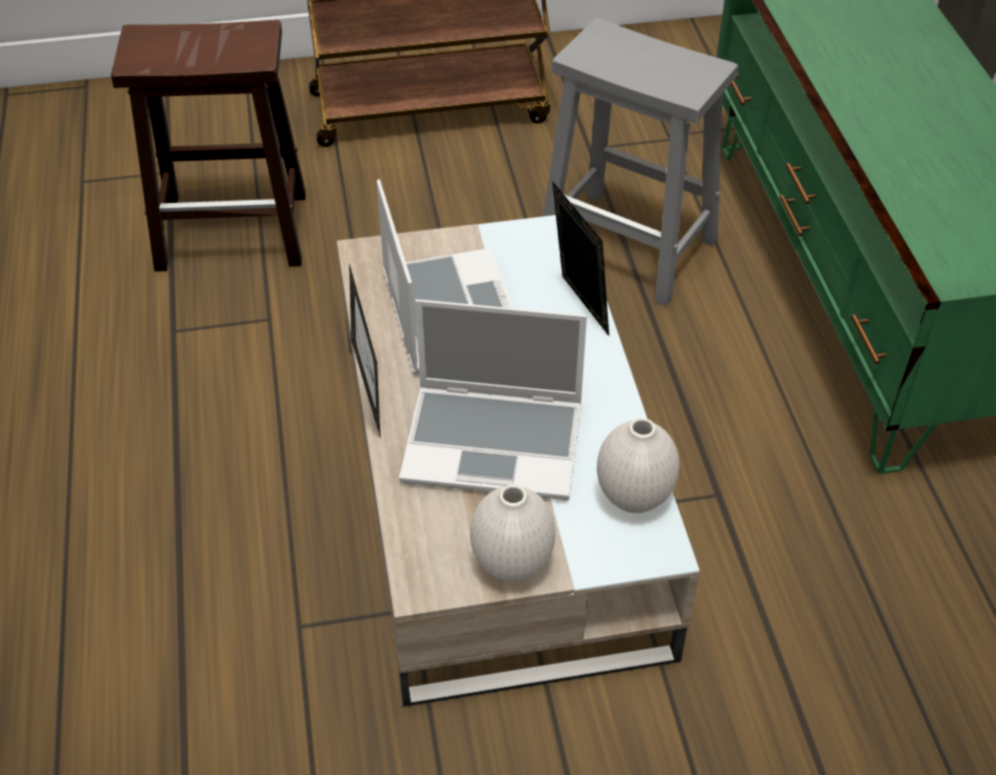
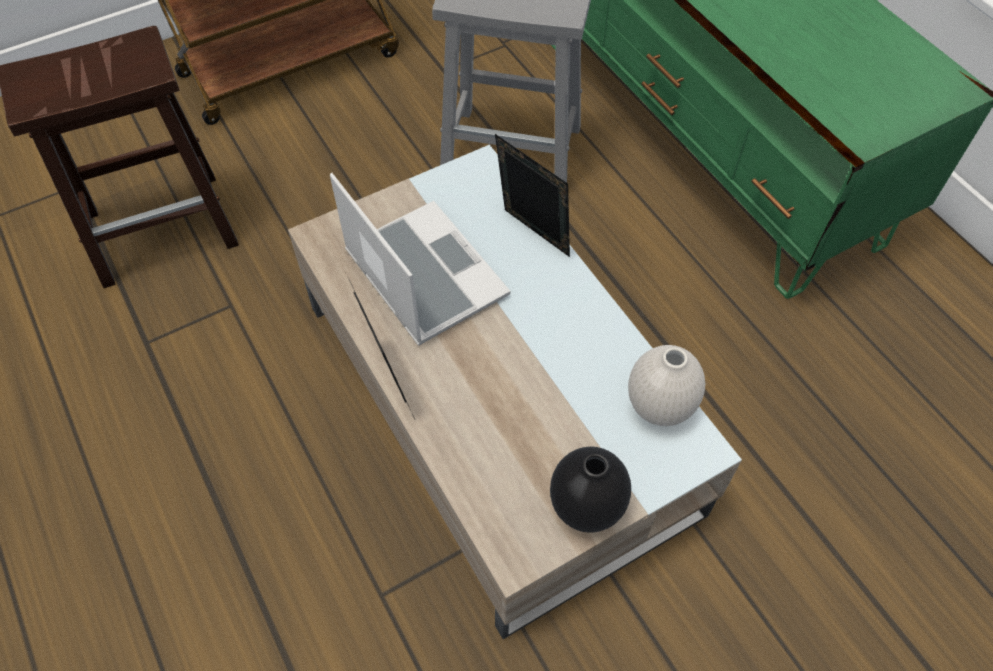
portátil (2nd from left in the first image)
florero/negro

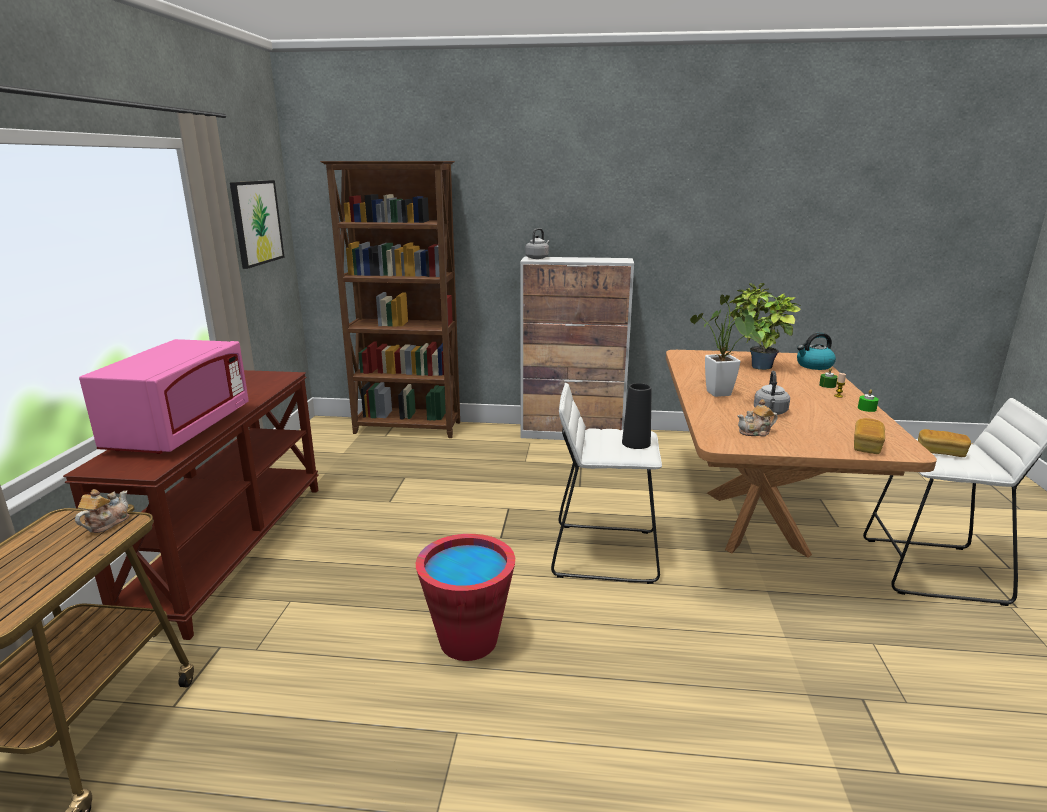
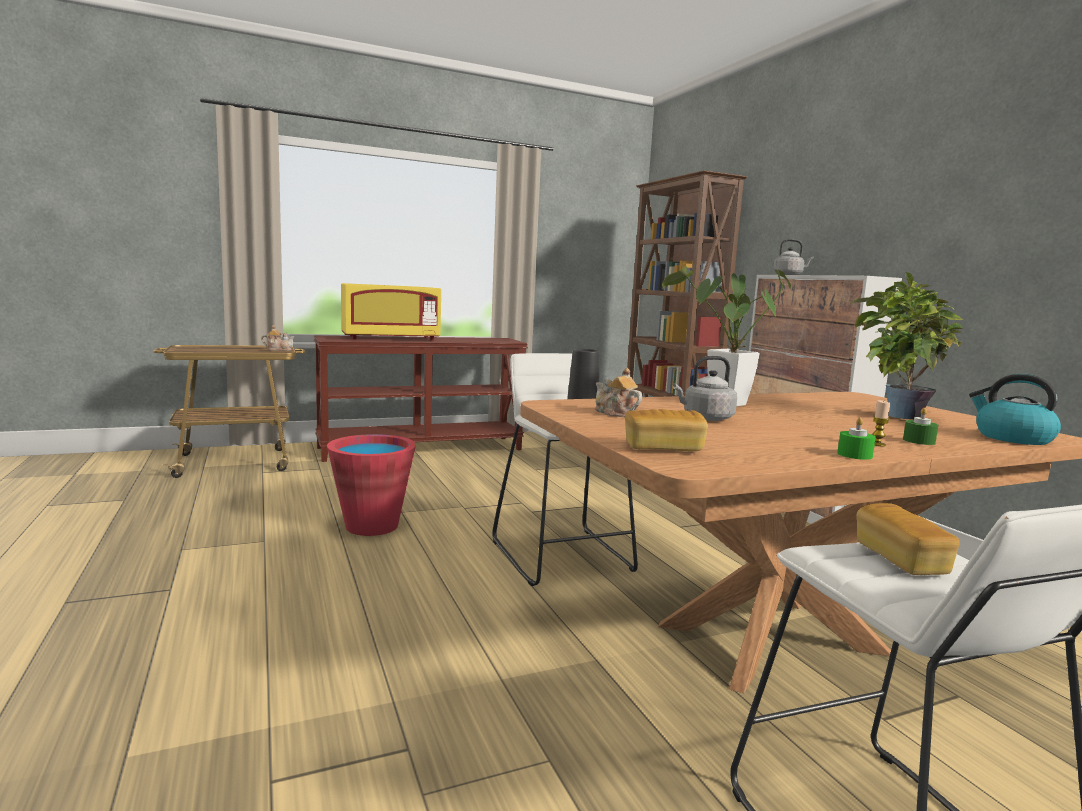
cuadro
microondas/amarillo

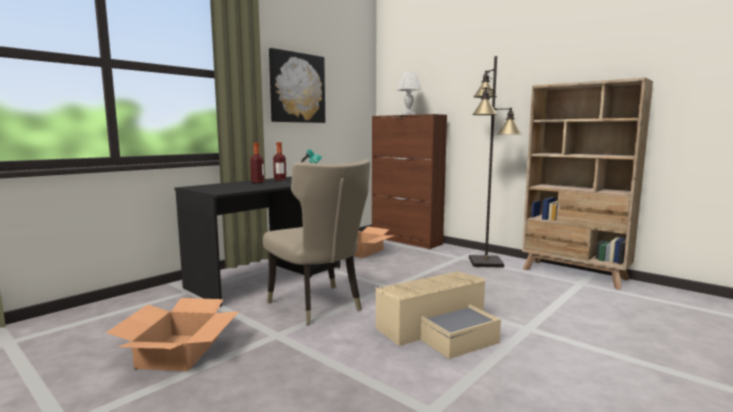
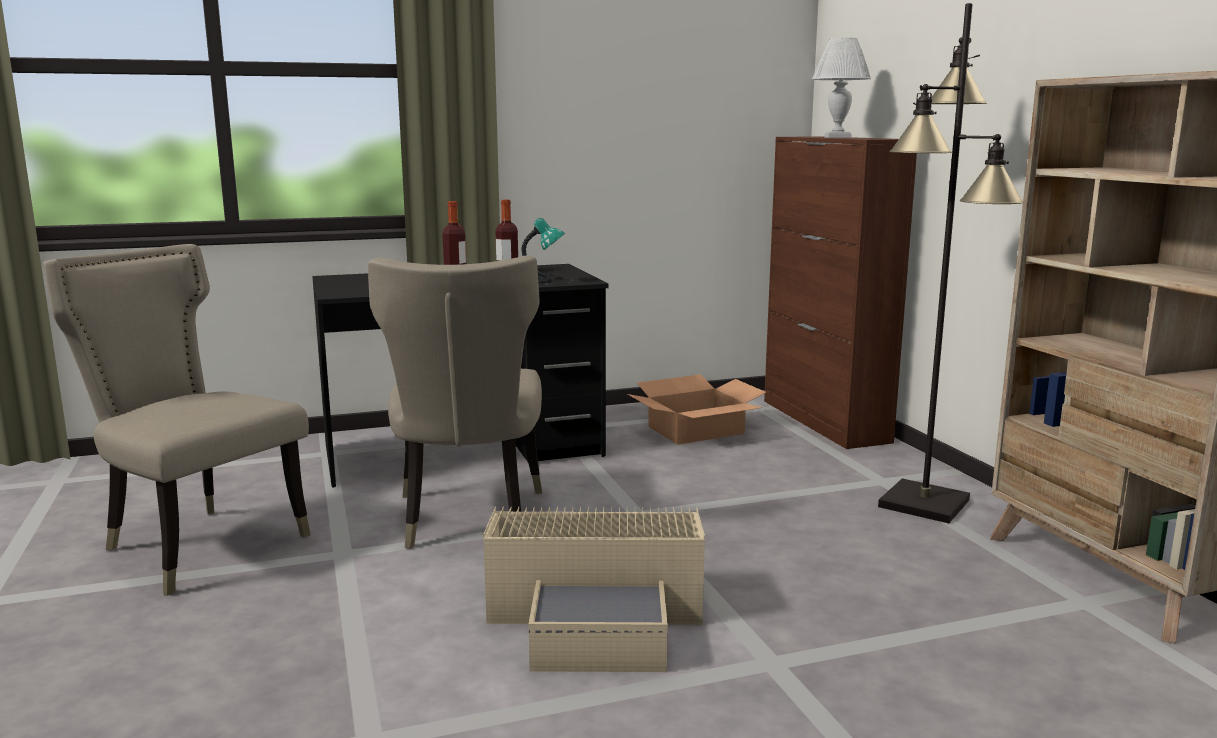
cuadro
silla/beis (1st from left)

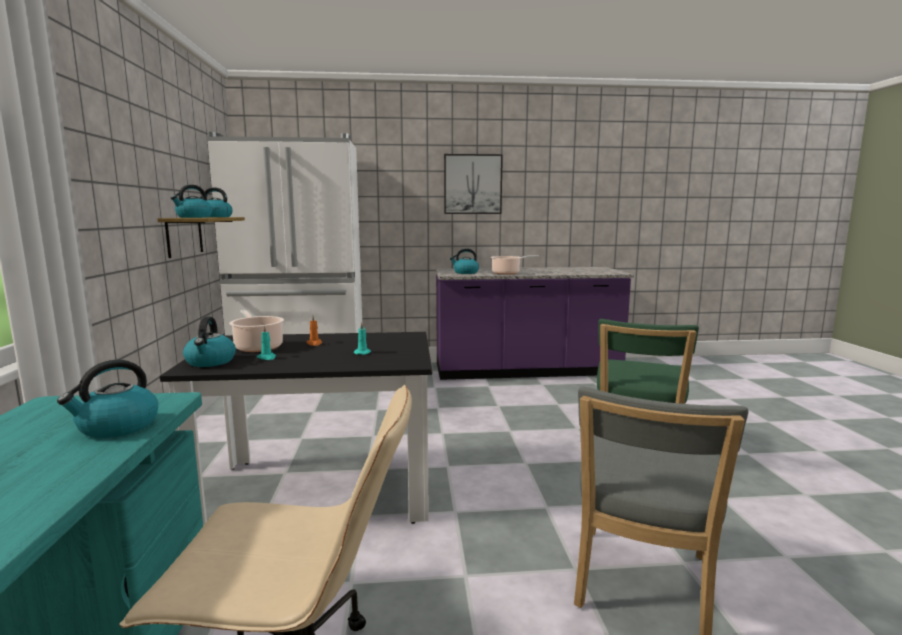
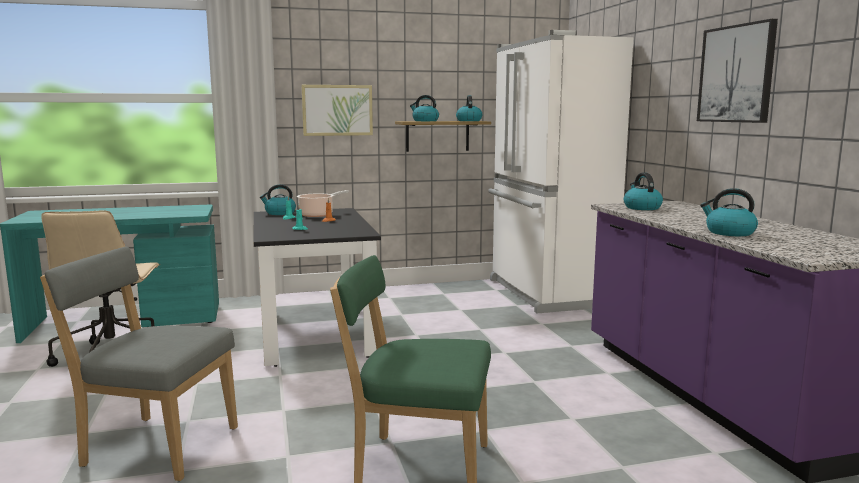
olla (2nd from left in the first image)
hervidor (5th from left)
cuadro (1st from left)

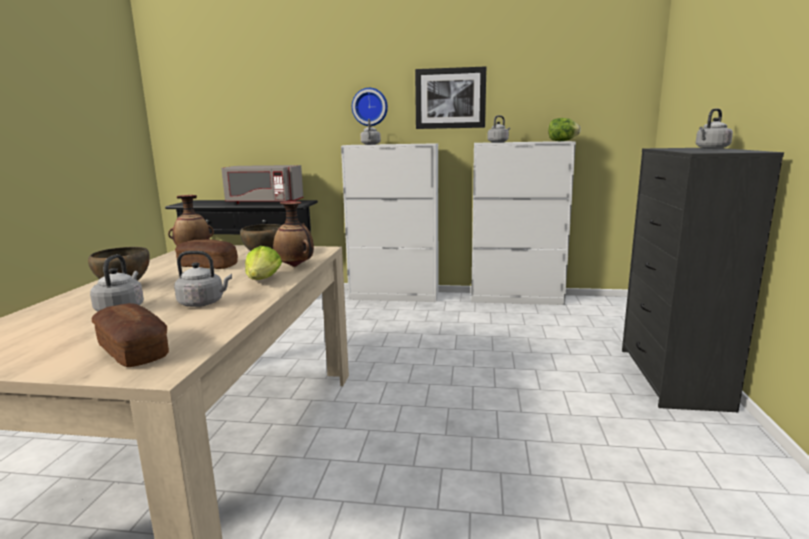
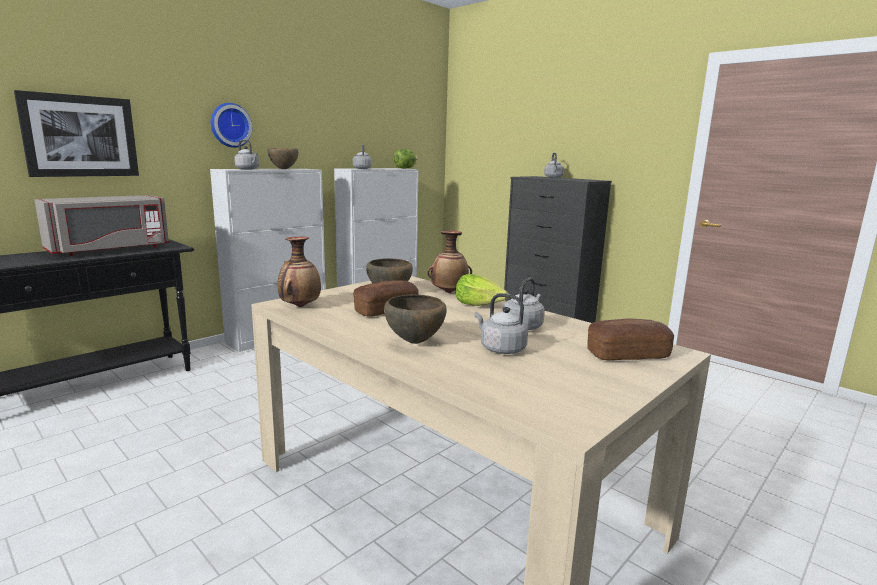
cuadro
cuenco/marrón (1st from left)

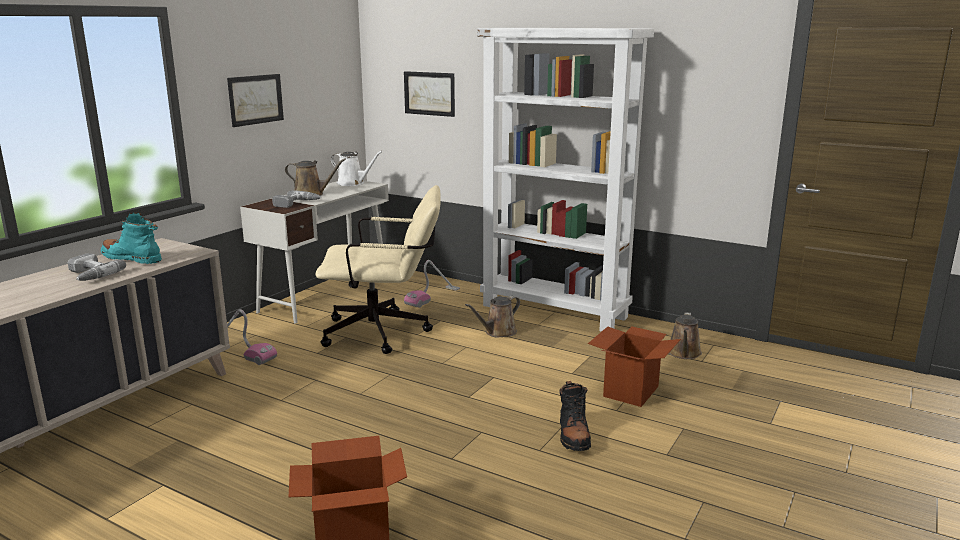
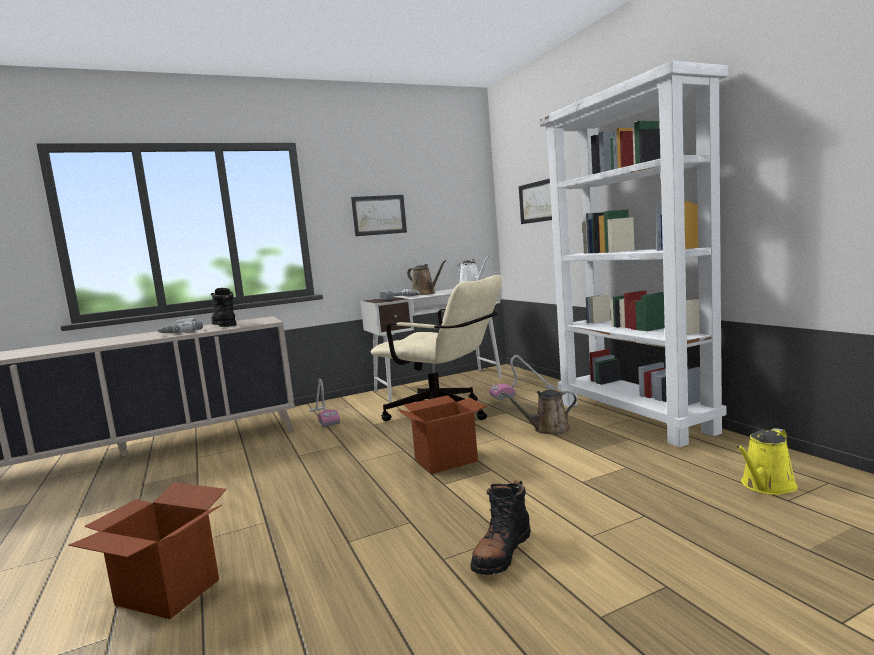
bota/negro (1st from left)
regadera/amarillo
caja de cartón (2nd from left)

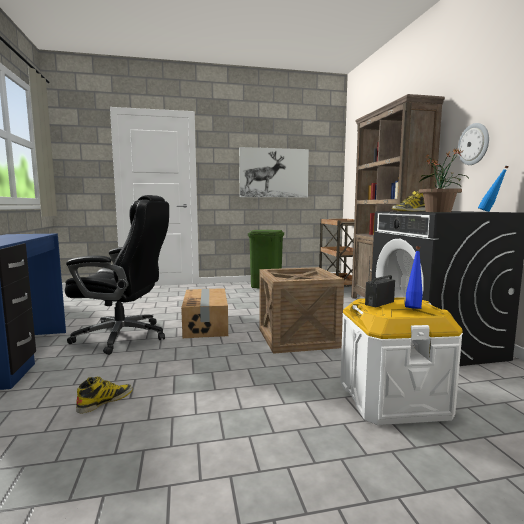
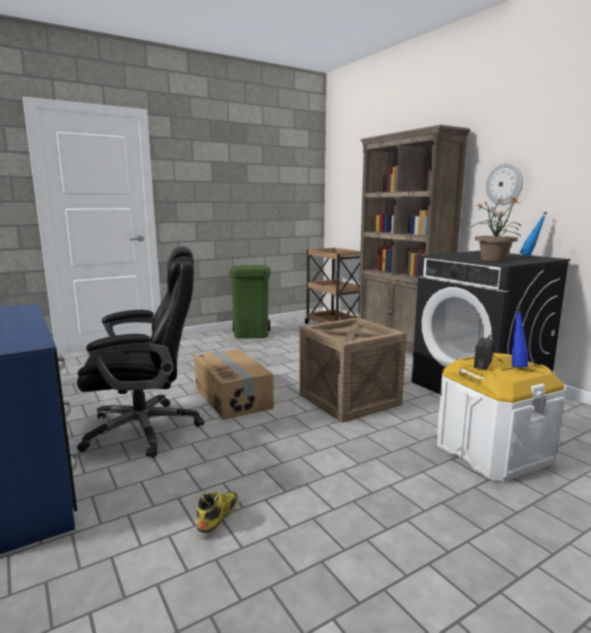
cuadro
bota (2nd from left in the first image)

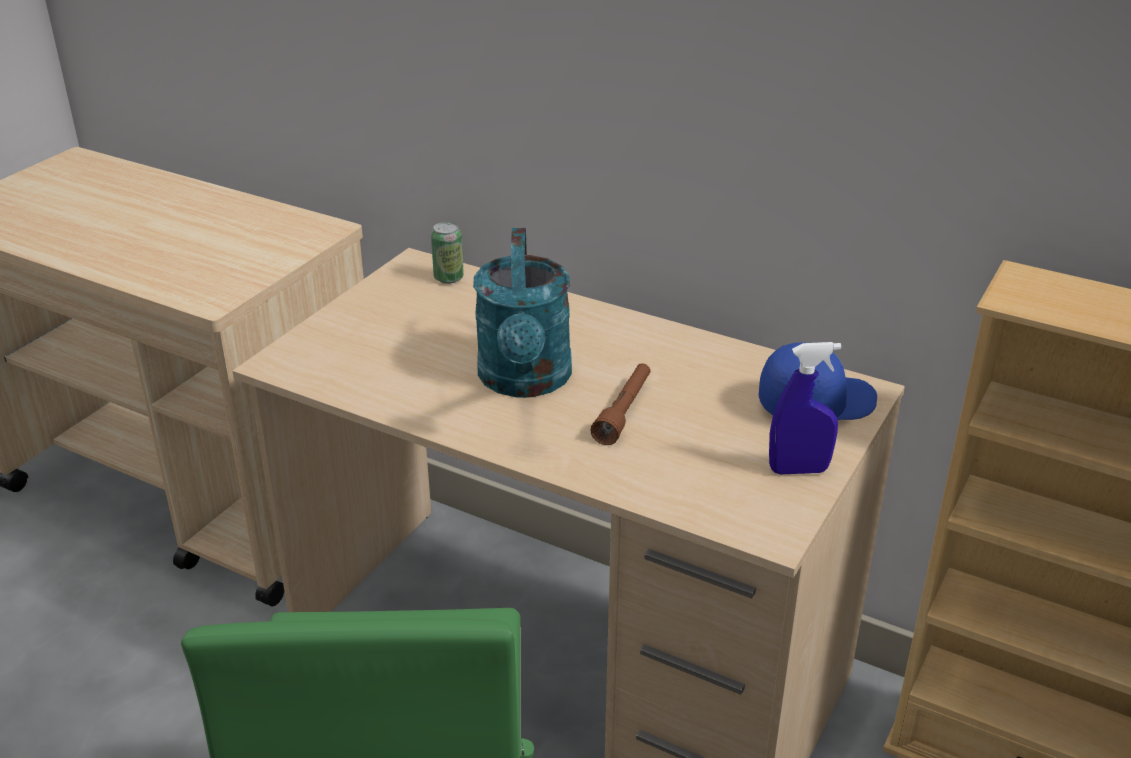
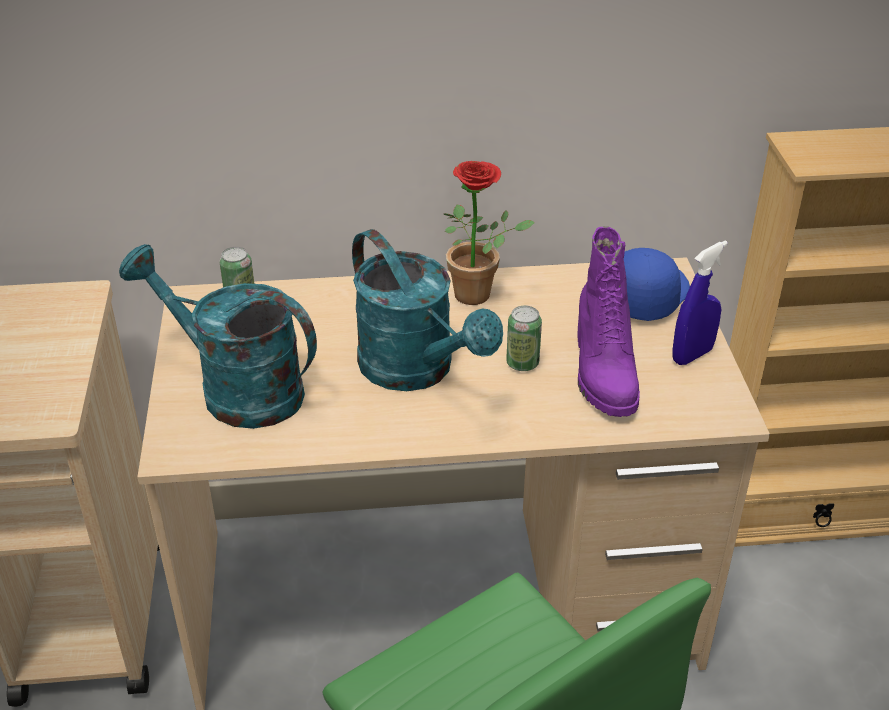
lata (2nd from left)
planta en maceta
bota/morado
regadera/turquesa (1st from left)

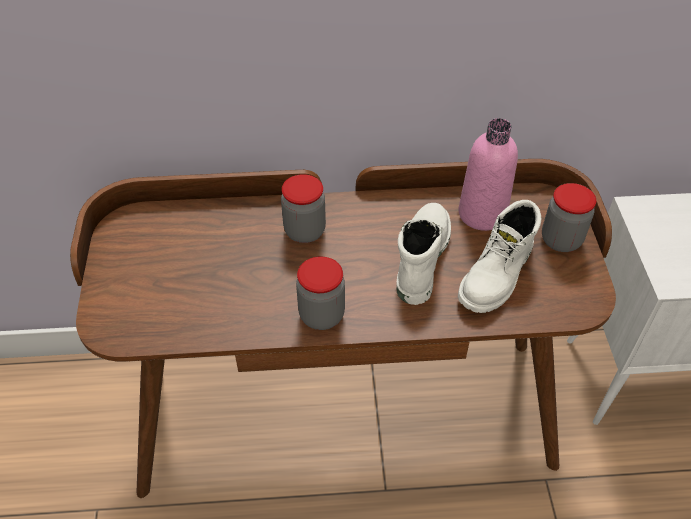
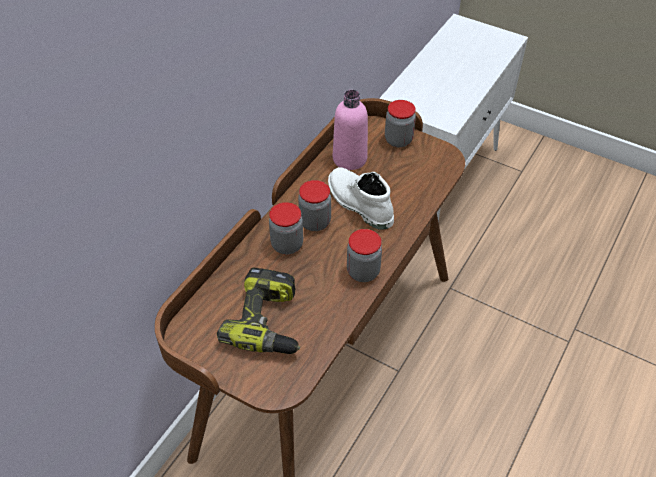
bota/blanco (2nd from left in the first image)
tarro (2nd from left)
taladro

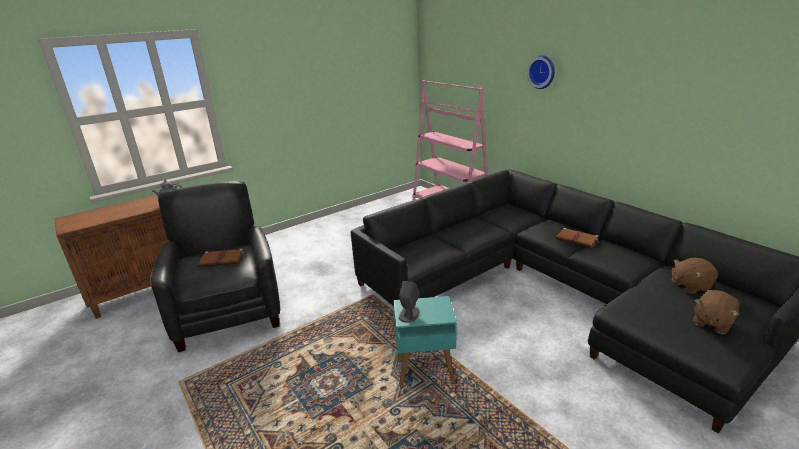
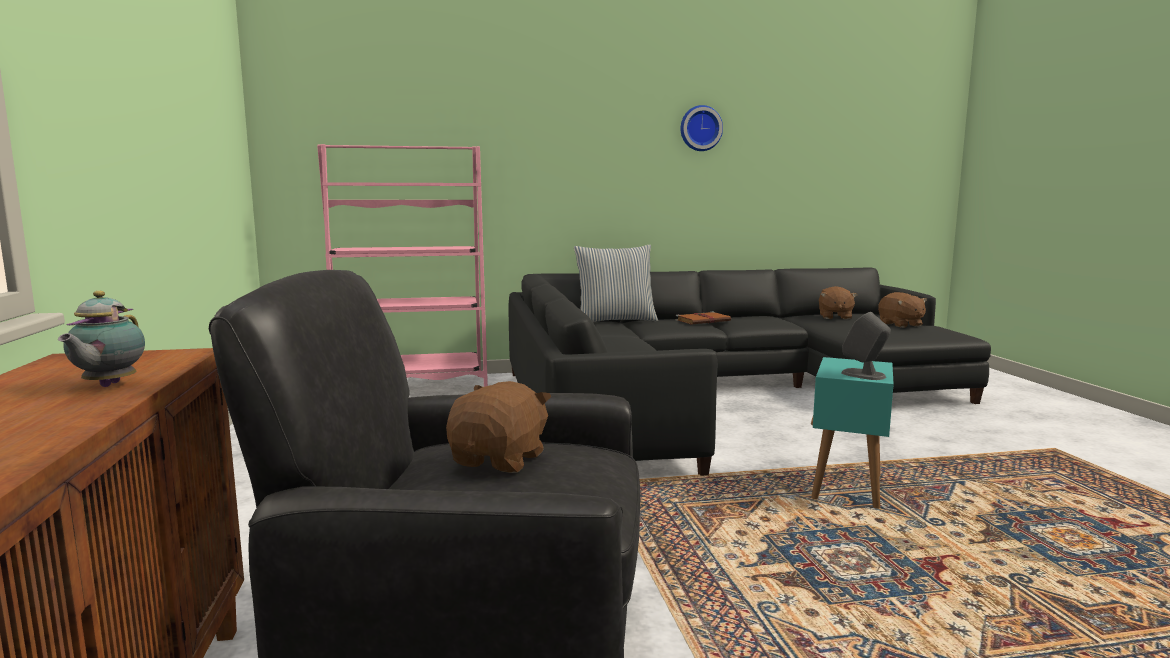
reloj de pared
peluche/marrón (1st from left)
cojín

